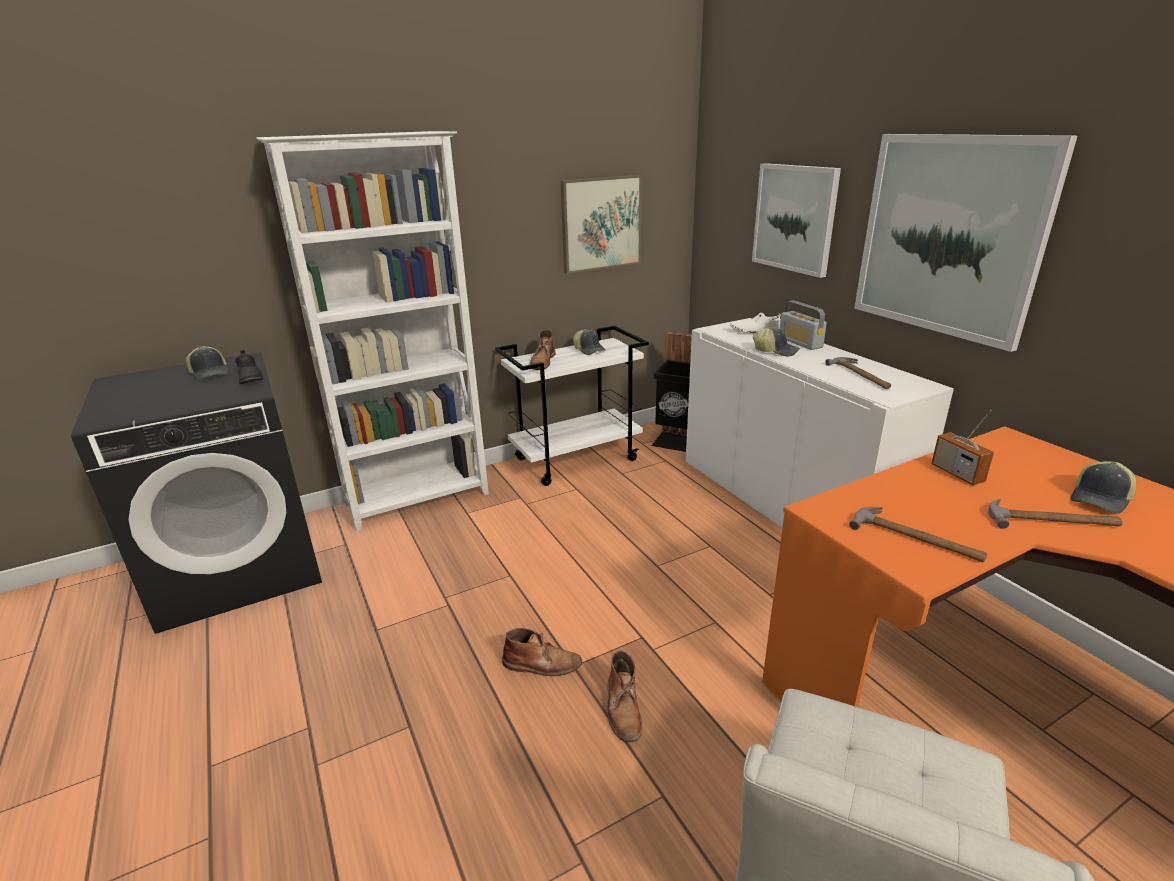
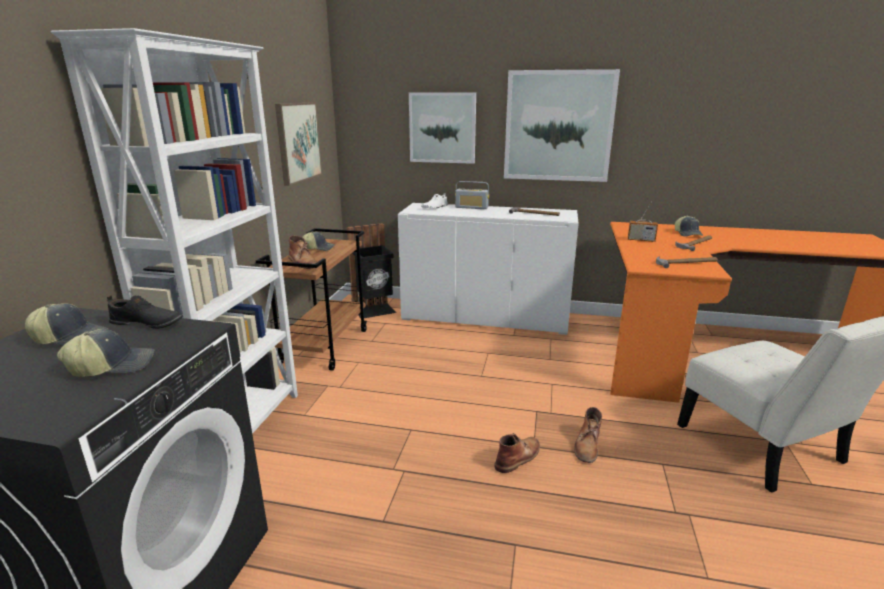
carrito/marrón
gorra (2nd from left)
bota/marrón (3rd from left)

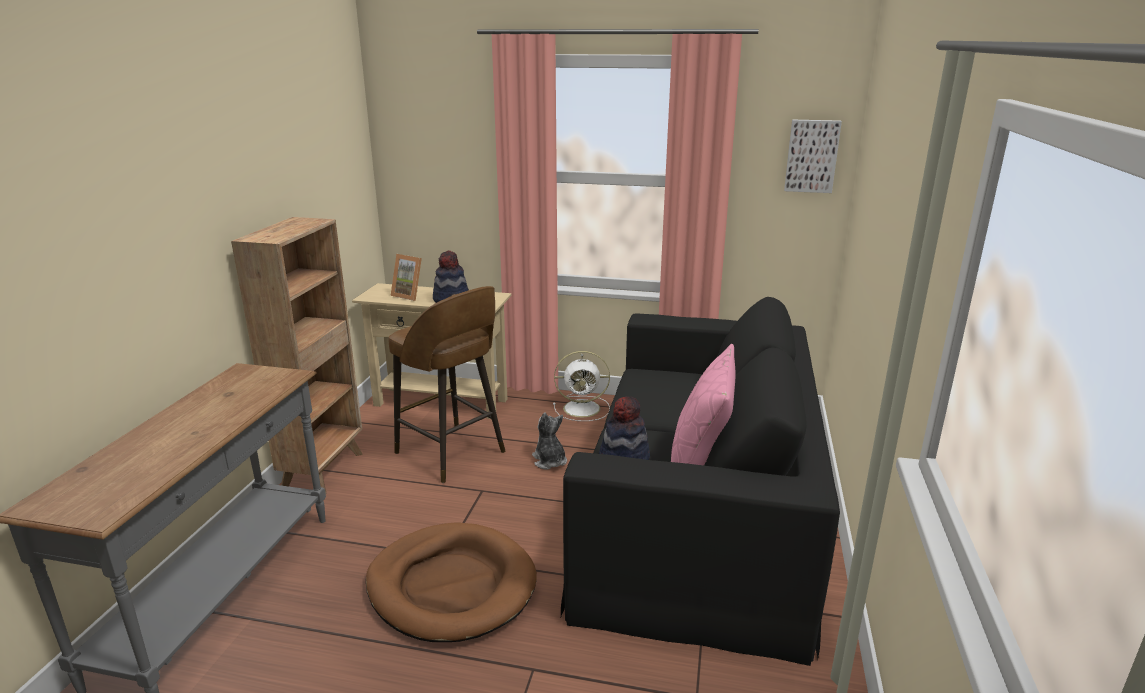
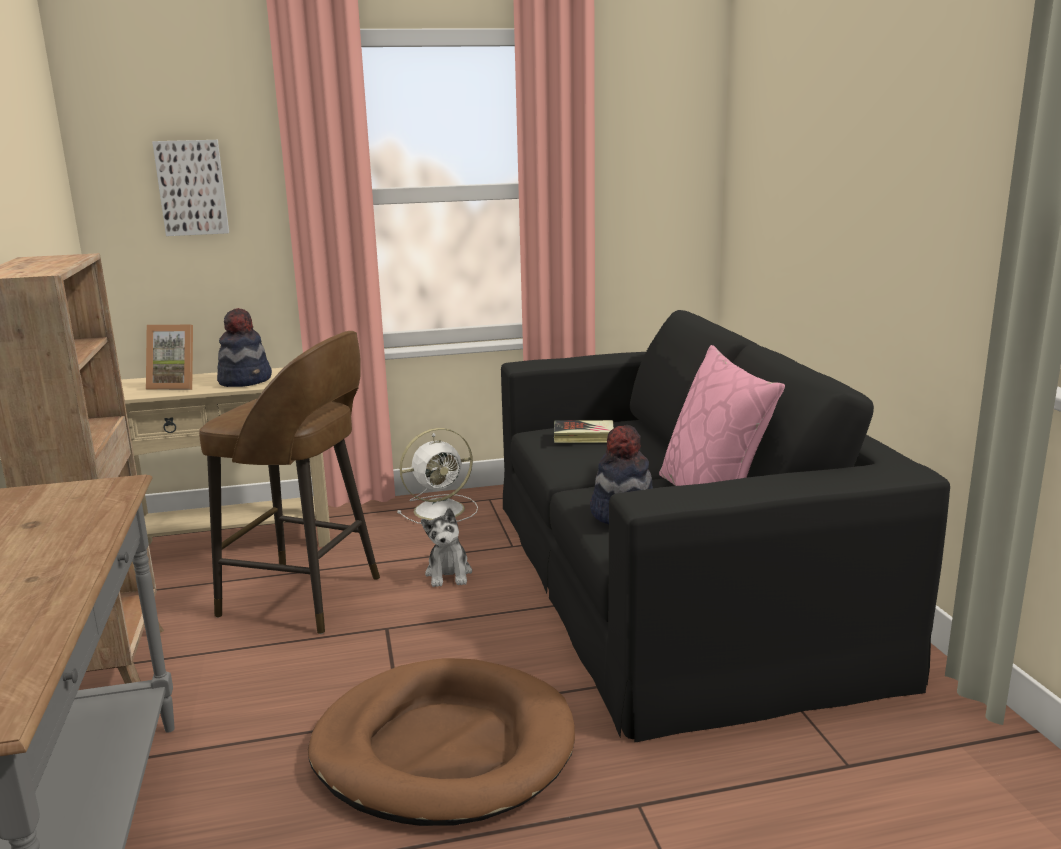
cuadro
peluche
libro

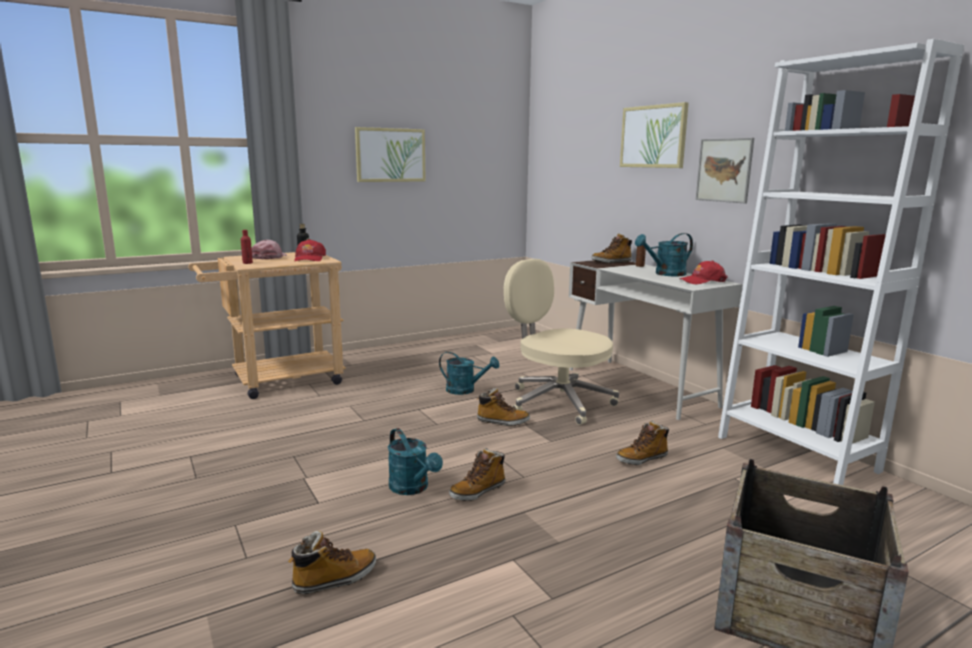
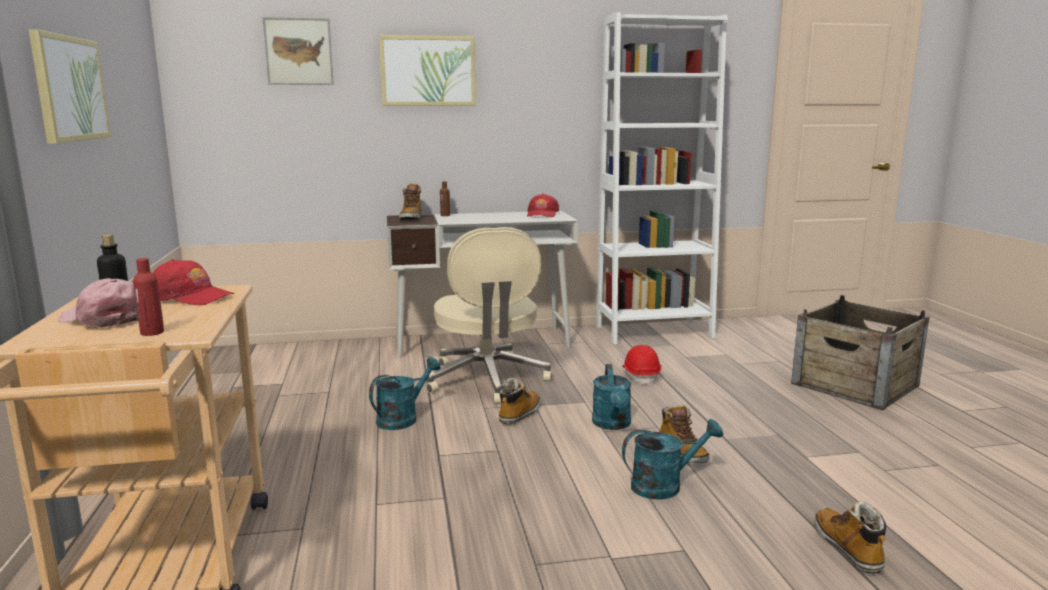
cuadro (2nd from left)
regadera/turquesa (2nd from left)
silla de oficina/beis
casco/rojo

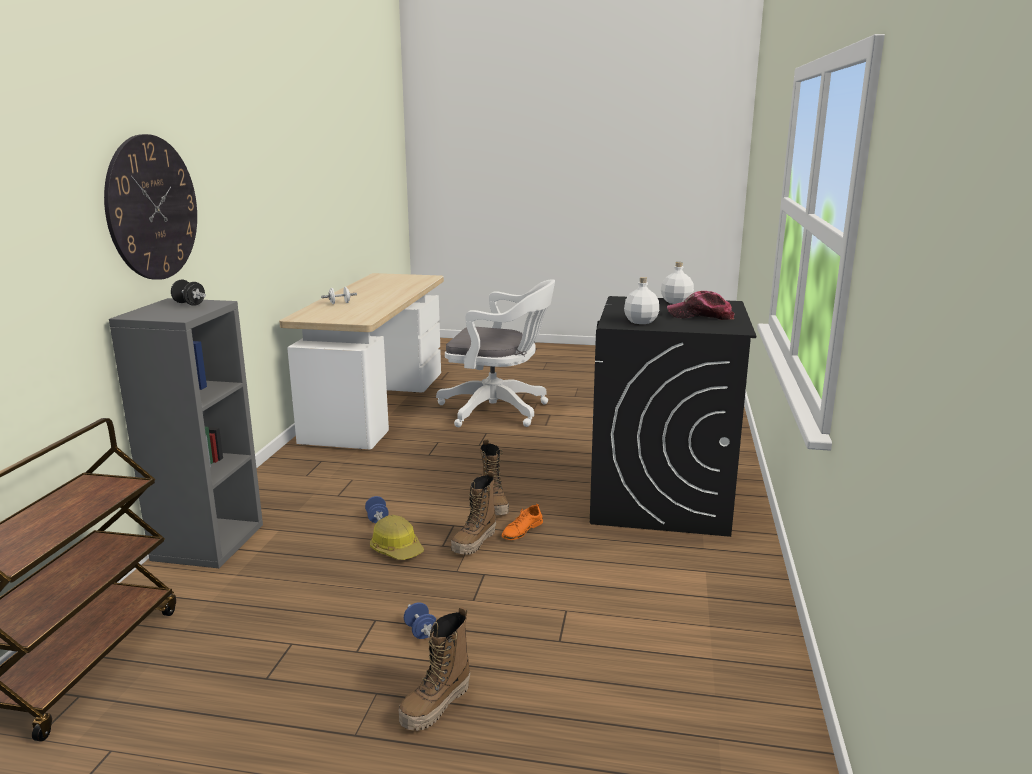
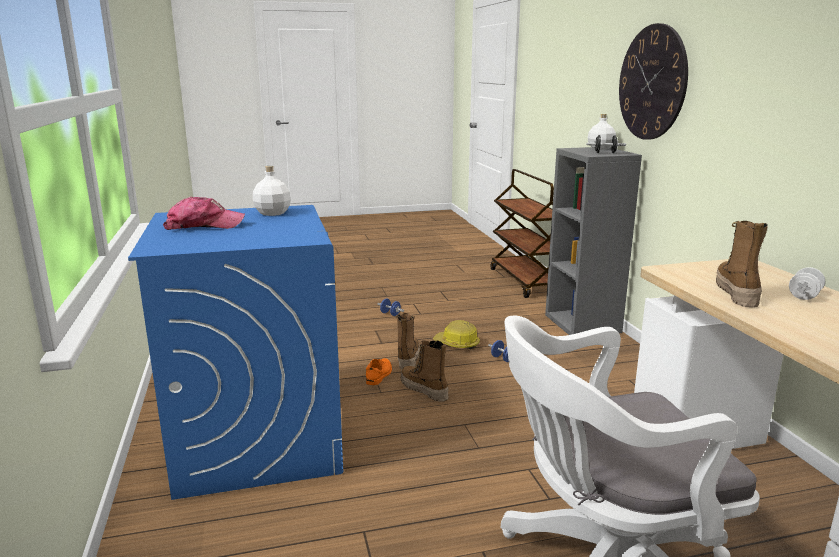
botella/blanco (2nd from left)
lavadora/azul
bota (3rd from left)

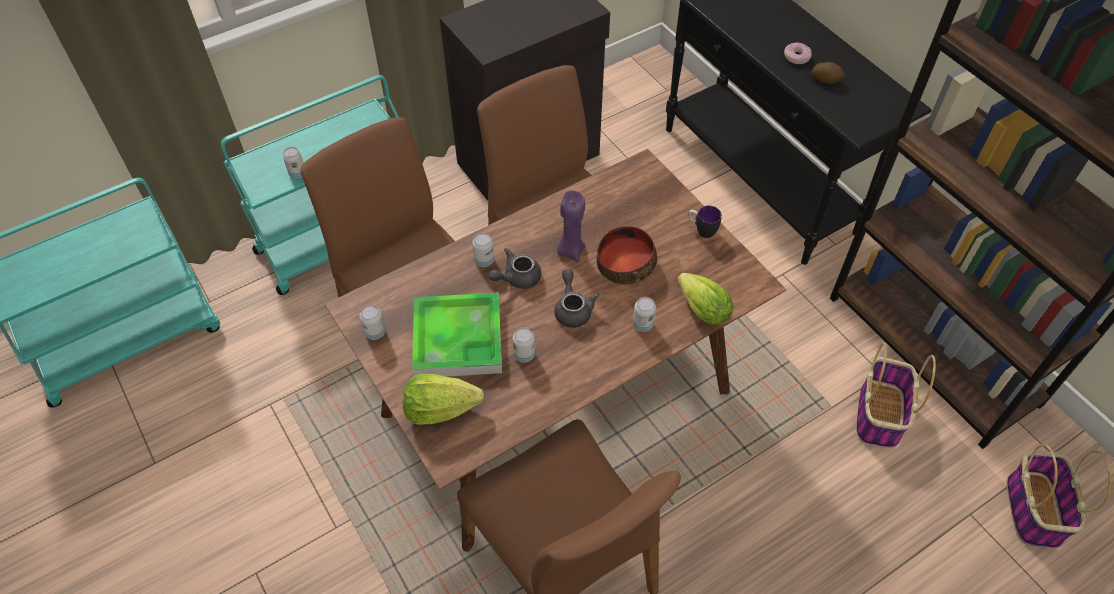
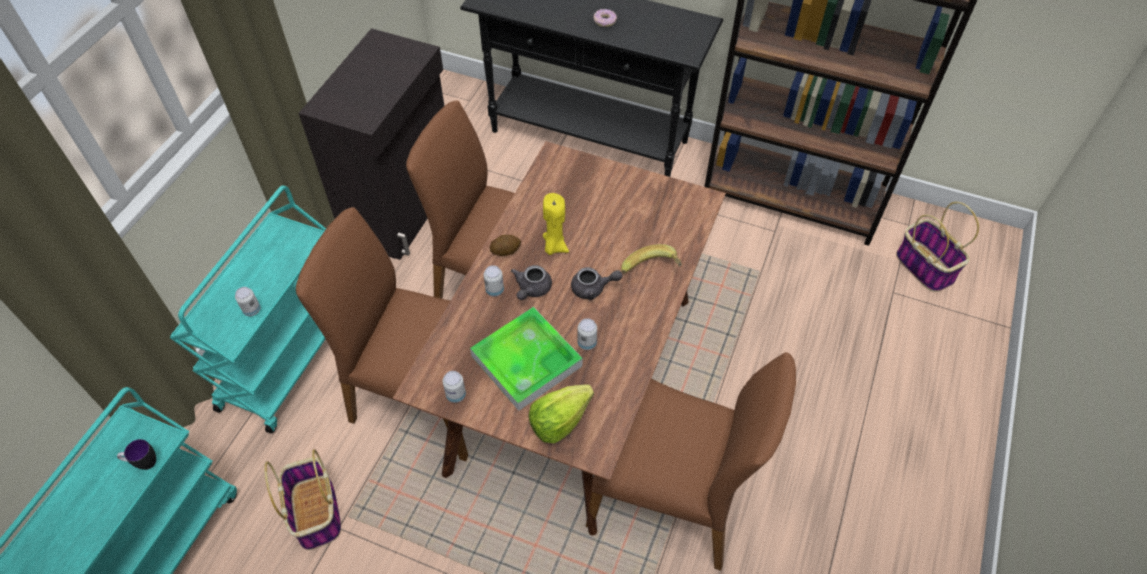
patata
vela/amarillo
taza grande
cuenco
tetera/gris (2nd from left)
lechuga (2nd from left in the first image)
plátano
cesta (1st from left)

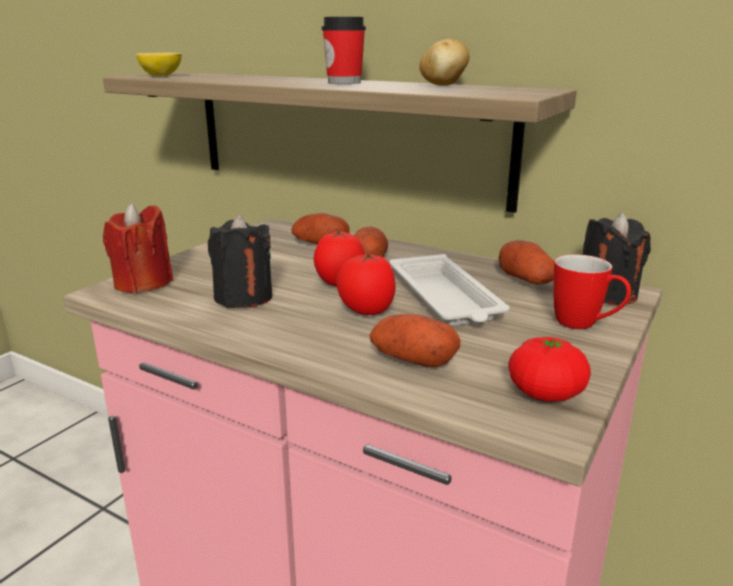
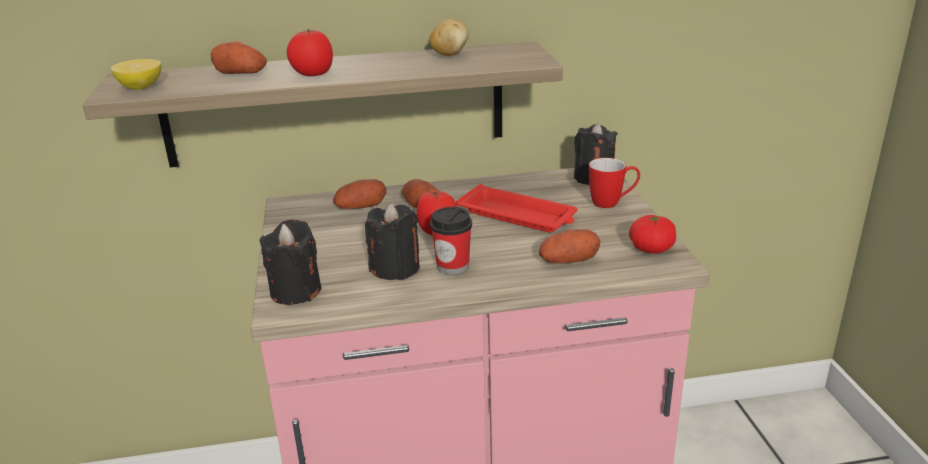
taza
vela/negro (1st from left)
patata (1st from left)
tomate (1st from left)
bandeja/rojo

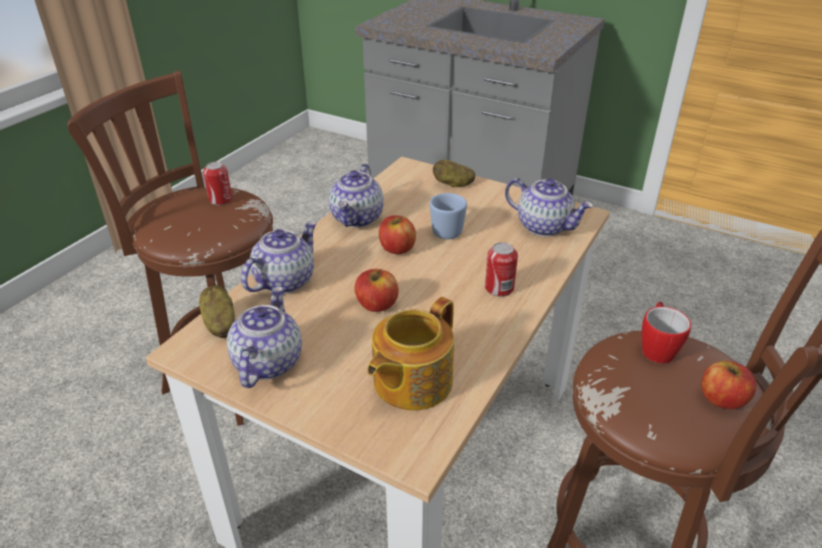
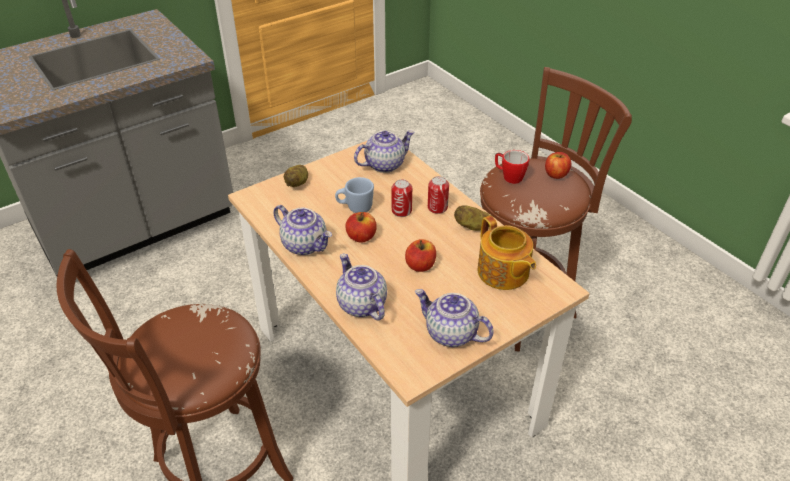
lata (1st from left)
patata (2nd from left)

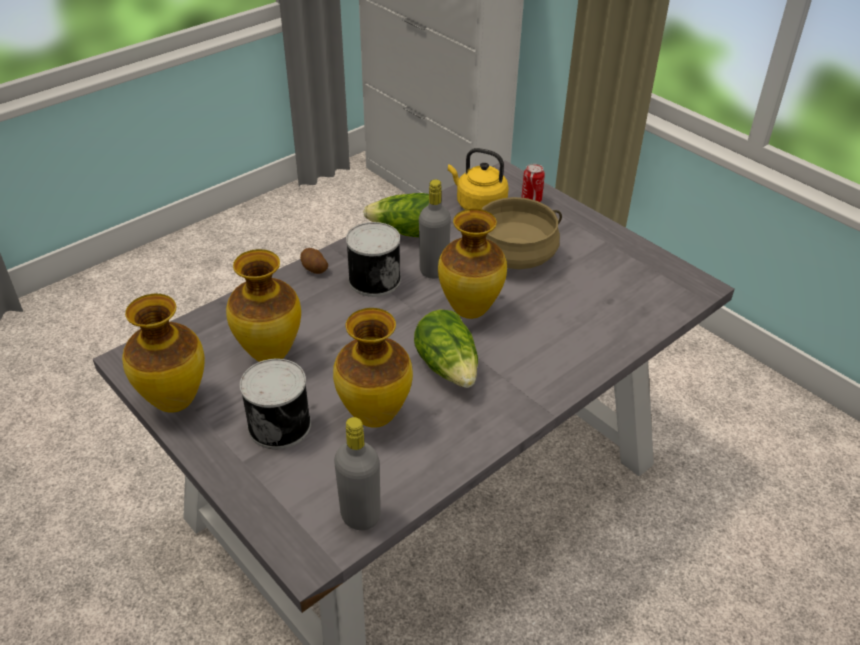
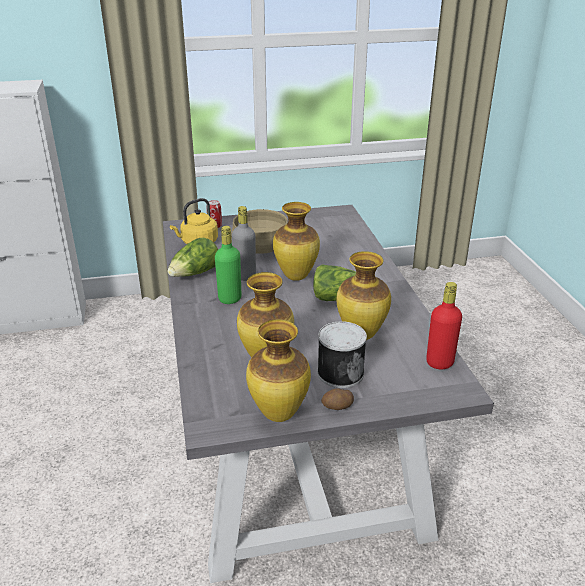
botella/verde
patata
botella/rojo

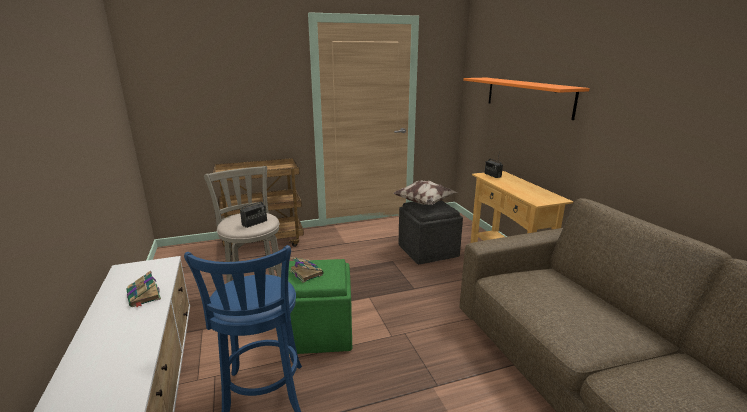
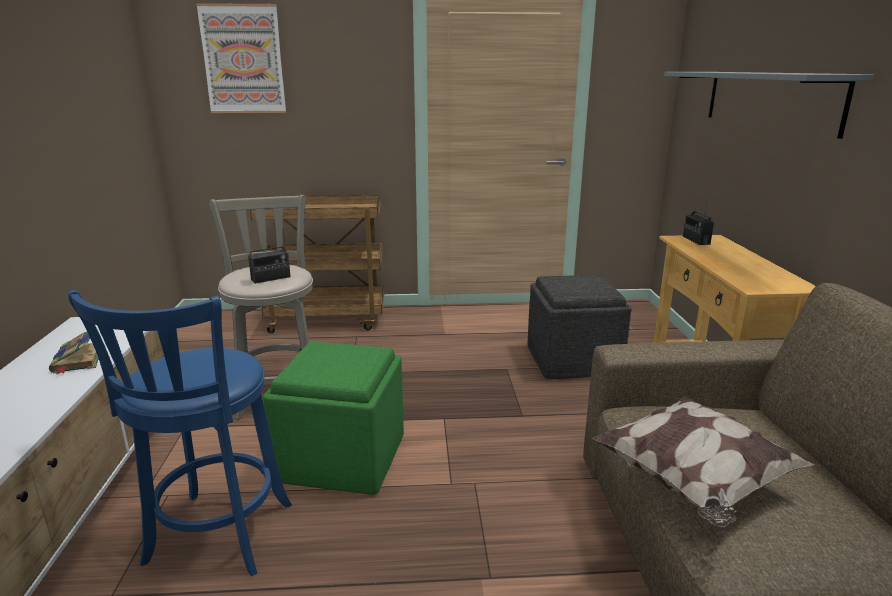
estante/gris
cojín
libro (2nd from left in the first image)
cuadro

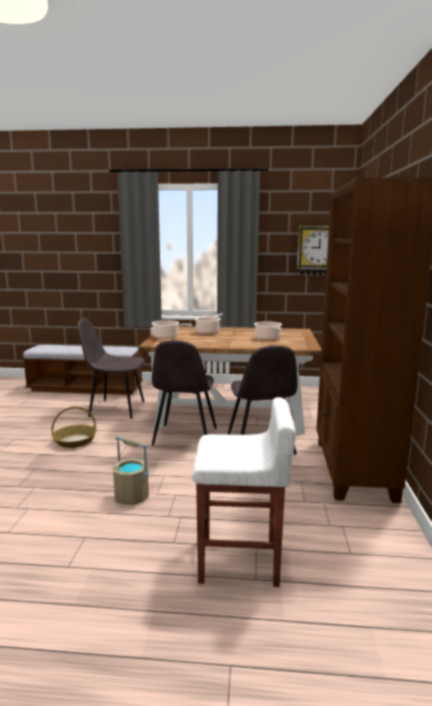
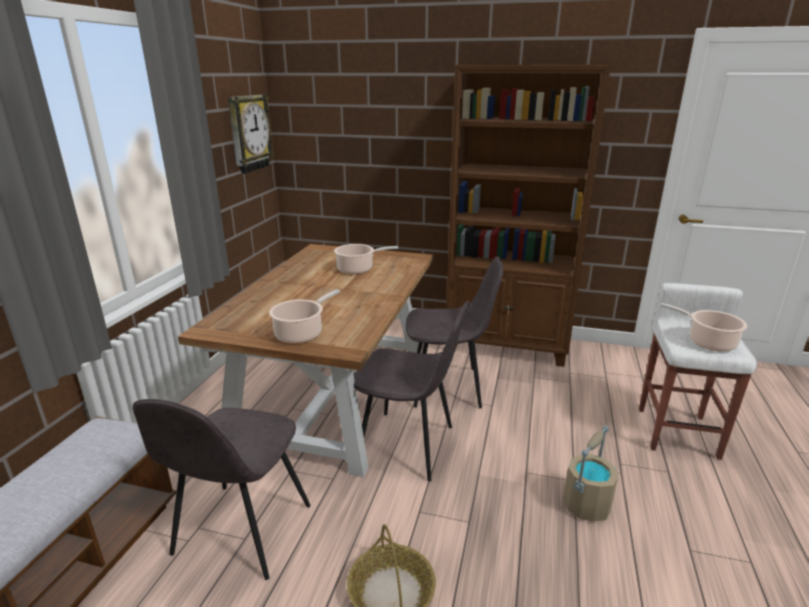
olla (3rd from left)

